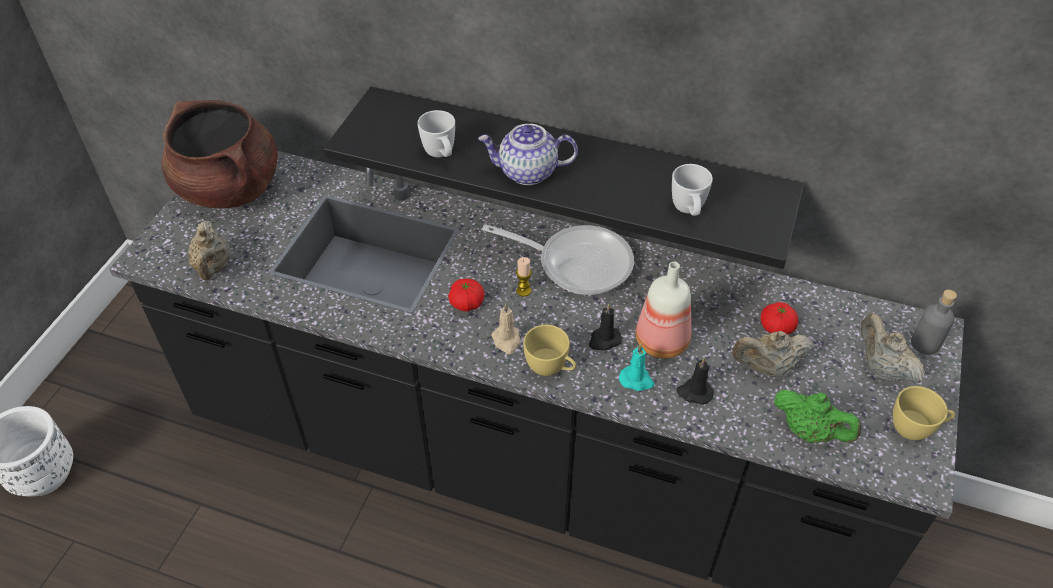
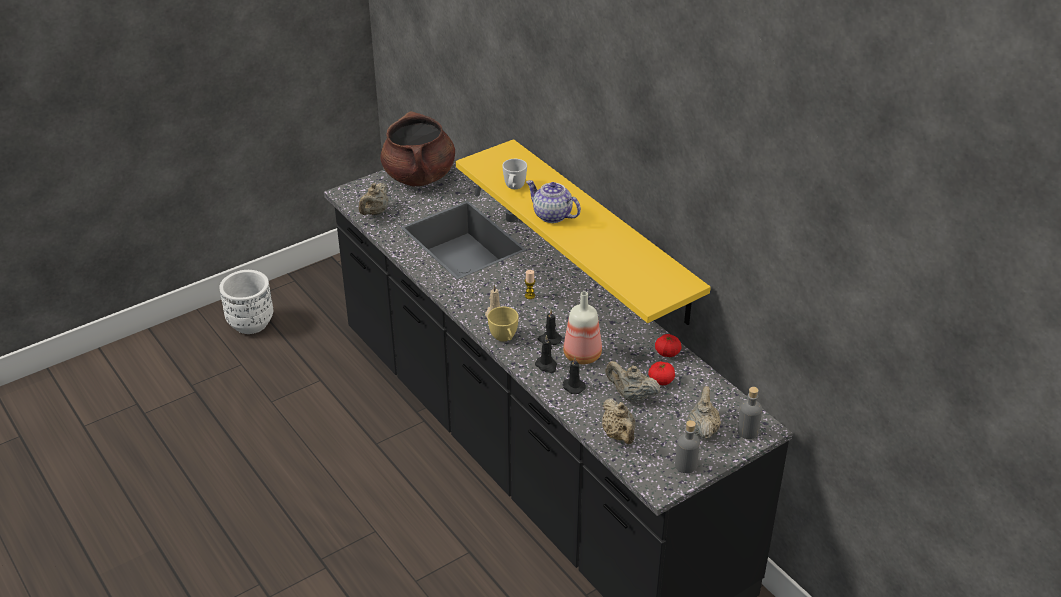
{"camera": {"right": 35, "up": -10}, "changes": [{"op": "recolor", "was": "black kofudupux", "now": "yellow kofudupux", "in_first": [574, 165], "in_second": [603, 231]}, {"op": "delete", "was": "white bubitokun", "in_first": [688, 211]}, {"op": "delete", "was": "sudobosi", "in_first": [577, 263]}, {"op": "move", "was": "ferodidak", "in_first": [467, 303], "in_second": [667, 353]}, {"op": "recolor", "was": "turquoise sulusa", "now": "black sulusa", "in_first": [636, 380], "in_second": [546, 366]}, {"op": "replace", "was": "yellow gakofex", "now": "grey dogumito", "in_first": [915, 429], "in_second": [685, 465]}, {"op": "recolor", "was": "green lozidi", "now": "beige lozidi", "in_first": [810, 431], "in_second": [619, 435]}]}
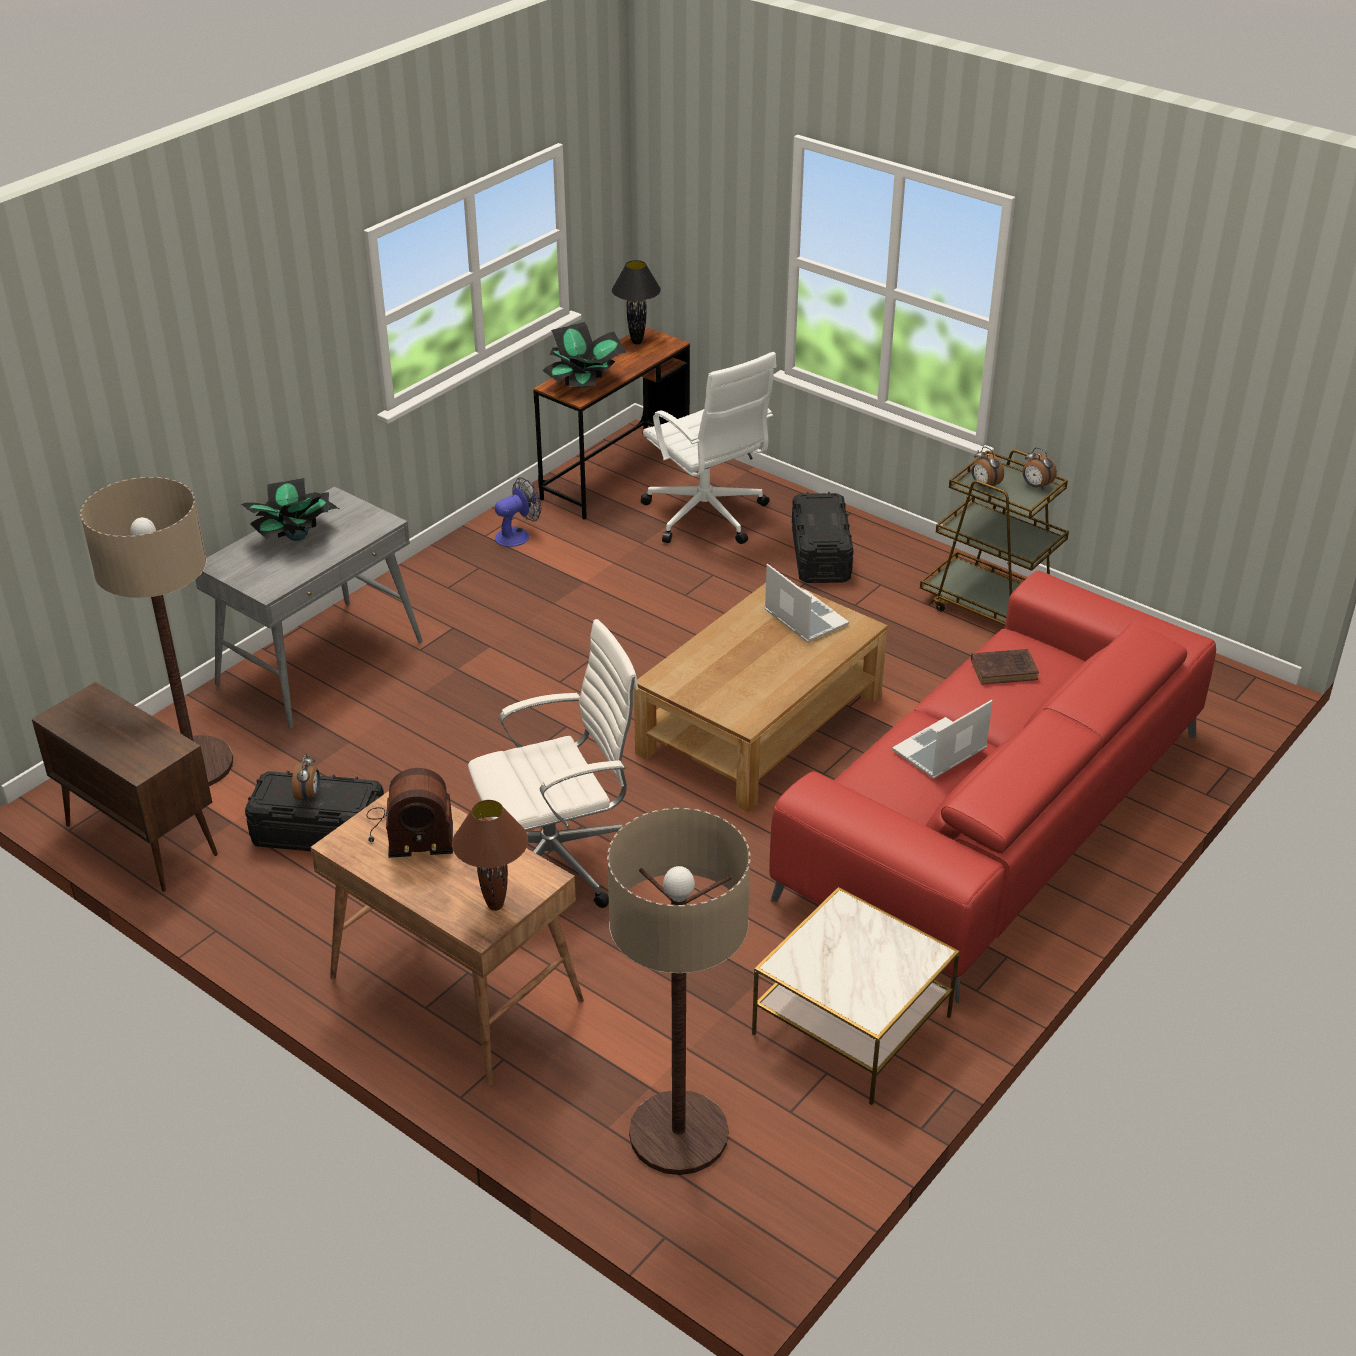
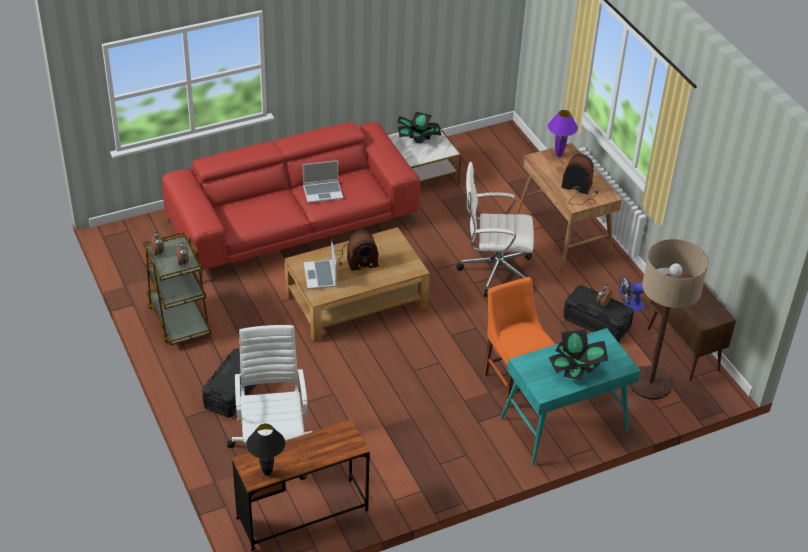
{"camera": {"right": -155, "up": 5}, "changes": [{"op": "move", "was": "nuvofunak", "in_first": [584, 384], "in_second": [418, 140]}, {"op": "move", "was": "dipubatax", "in_first": [517, 535], "in_second": [629, 305]}, {"op": "recolor", "was": "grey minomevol", "now": "turquoise minomevol", "in_first": [320, 662], "in_second": [563, 425]}, {"op": "delete", "was": "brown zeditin", "in_first": [1005, 670]}, {"op": "recolor", "was": "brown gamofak", "now": "purple gamofak", "in_first": [496, 905], "in_second": [558, 155]}, {"op": "delete", "was": "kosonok", "in_first": [678, 1133]}, {"op": "insert", "now": "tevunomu", "in_second": [355, 259]}, {"op": "insert", "now": "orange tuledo", "in_second": [514, 381]}]}
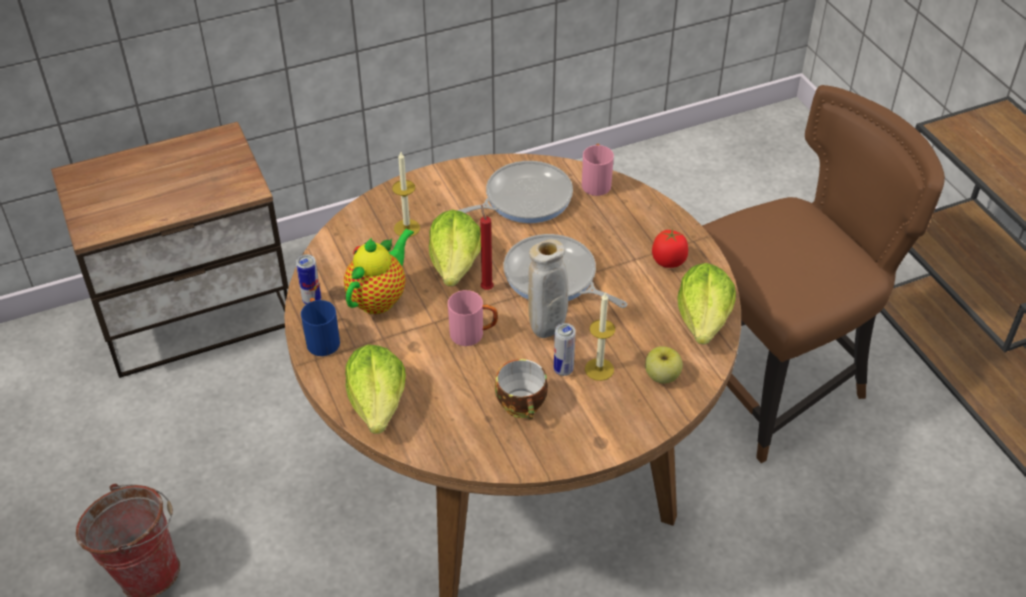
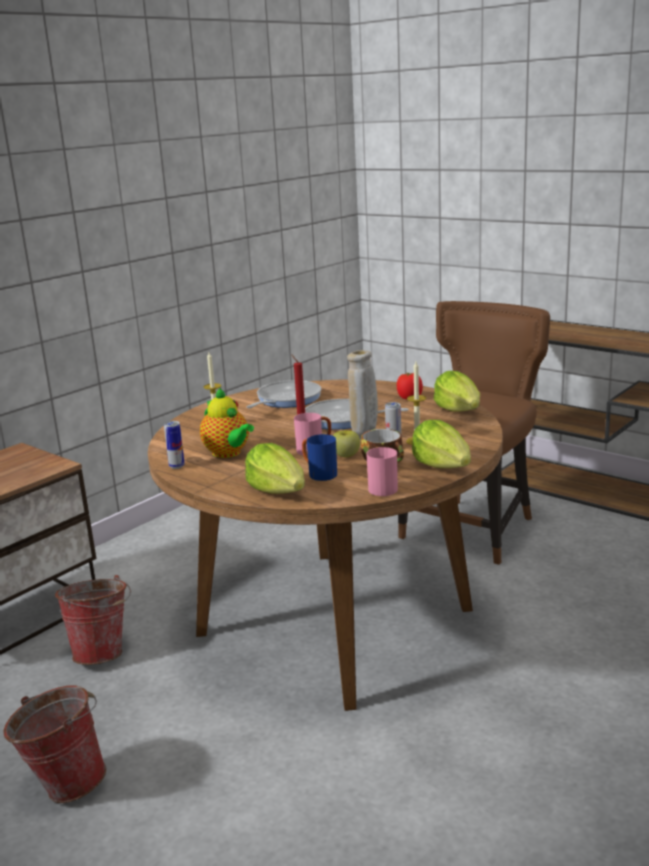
{"camera": {"right": -25, "up": -25}, "changes": [{"op": "move", "was": "pink bubitokun", "in_first": [596, 182], "in_second": [380, 488]}, {"op": "move", "was": "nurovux", "in_first": [456, 265], "in_second": [443, 466]}, {"op": "rotate", "was": "lozidi", "in_first": [380, 298], "in_second": [228, 453], "clockwise": 135}, {"op": "move", "was": "blue bubitokun", "in_first": [321, 339], "in_second": [318, 474]}, {"op": "move", "was": "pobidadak", "in_first": [662, 376], "in_second": [346, 455]}, {"op": "insert", "now": "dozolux", "in_second": [103, 652]}]}
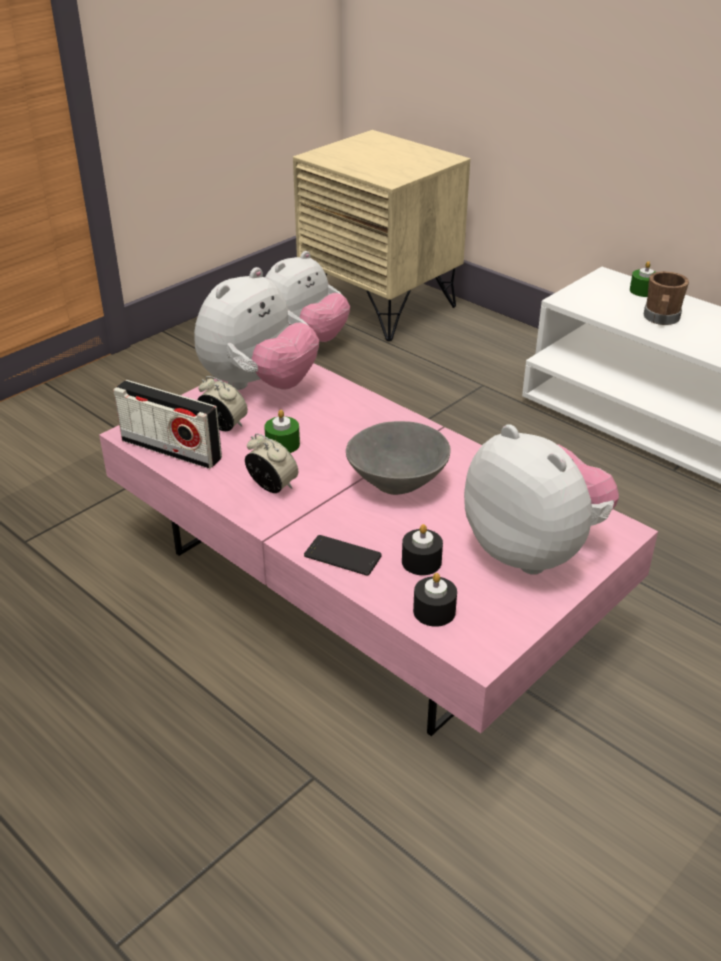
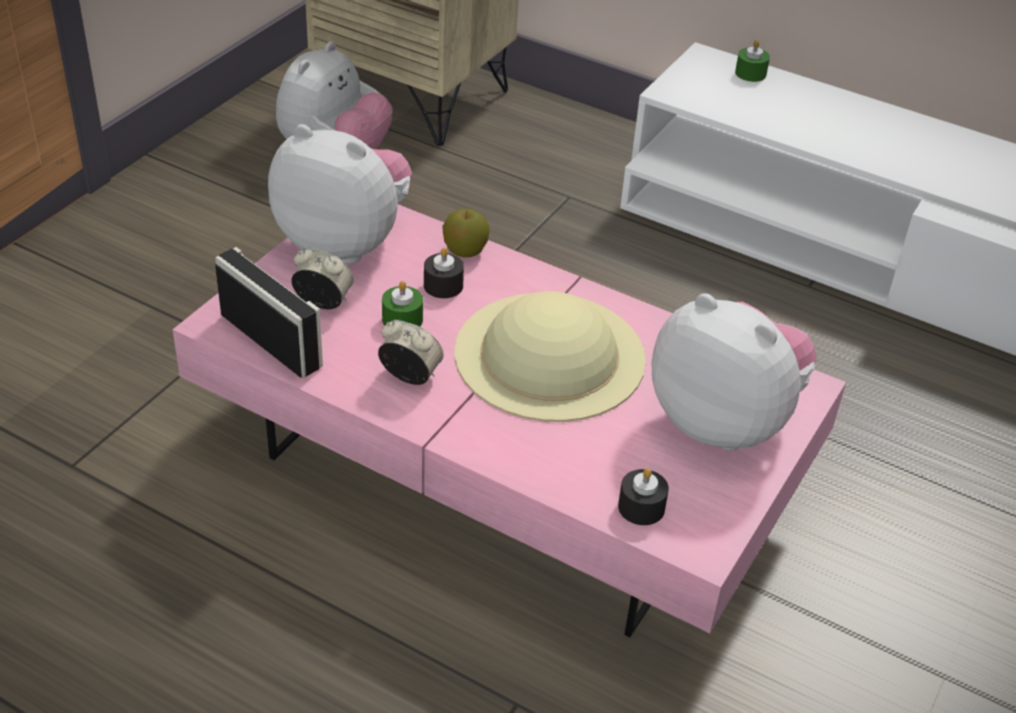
{"camera": {"right": -15, "up": 5}, "changes": [{"op": "rotate", "was": "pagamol", "in_first": [258, 385], "in_second": [345, 242], "clockwise": -90}, {"op": "delete", "was": "brown bubitokun", "in_first": [661, 319]}, {"op": "rotate", "was": "tevunomu", "in_first": [171, 449], "in_second": [271, 340], "clockwise": -150}, {"op": "replace", "was": "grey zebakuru", "now": "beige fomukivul", "in_first": [396, 483], "in_second": [550, 355]}, {"op": "move", "was": "black sulusa", "in_first": [421, 562], "in_second": [443, 285]}, {"op": "delete", "was": "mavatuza", "in_first": [342, 556]}, {"op": "insert", "now": "pobidadak", "in_second": [465, 251]}]}
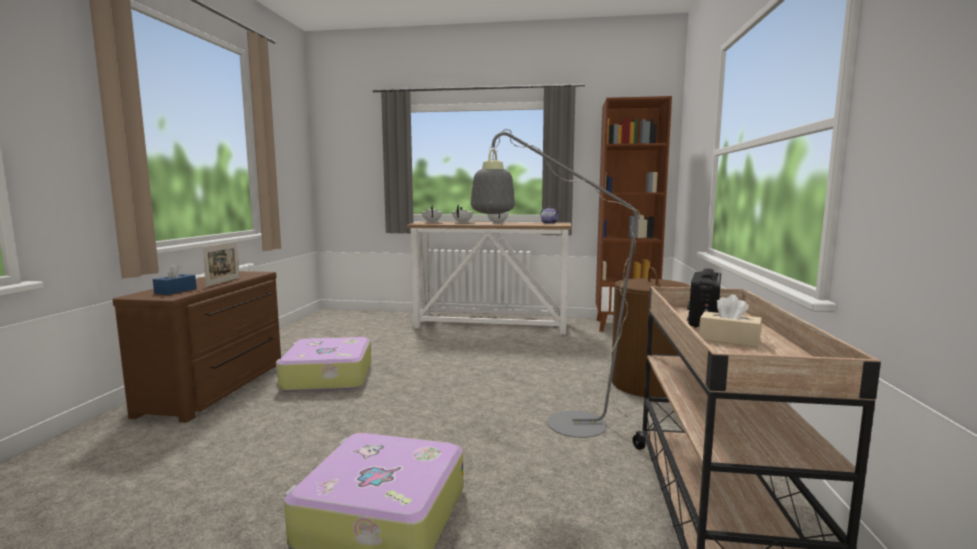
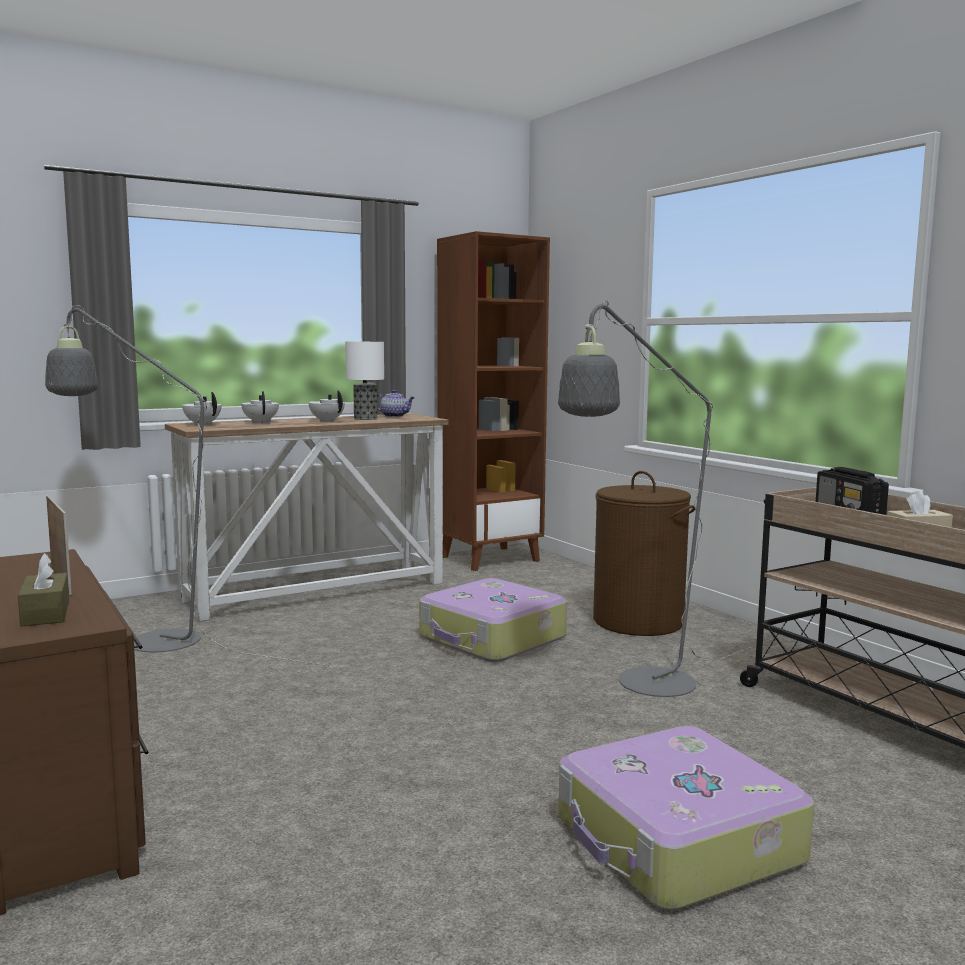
{"camera": {"right": -40, "up": 0}, "changes": [{"op": "recolor", "was": "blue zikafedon", "now": "brown zikafedon", "in_first": [175, 291], "in_second": [45, 613]}, {"op": "move", "was": "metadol", "in_first": [326, 377], "in_second": [492, 638]}, {"op": "insert", "now": "grey kosonok", "in_second": [149, 638]}, {"op": "insert", "now": "gamofak", "in_second": [365, 419]}]}
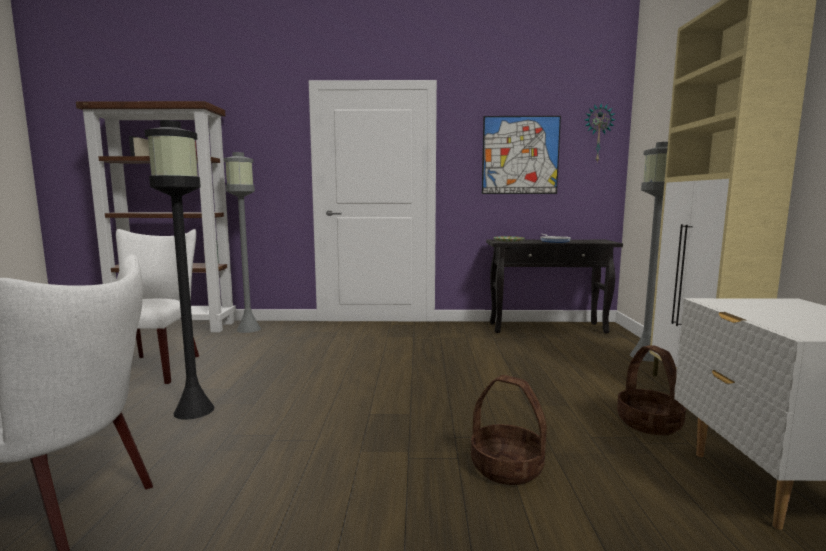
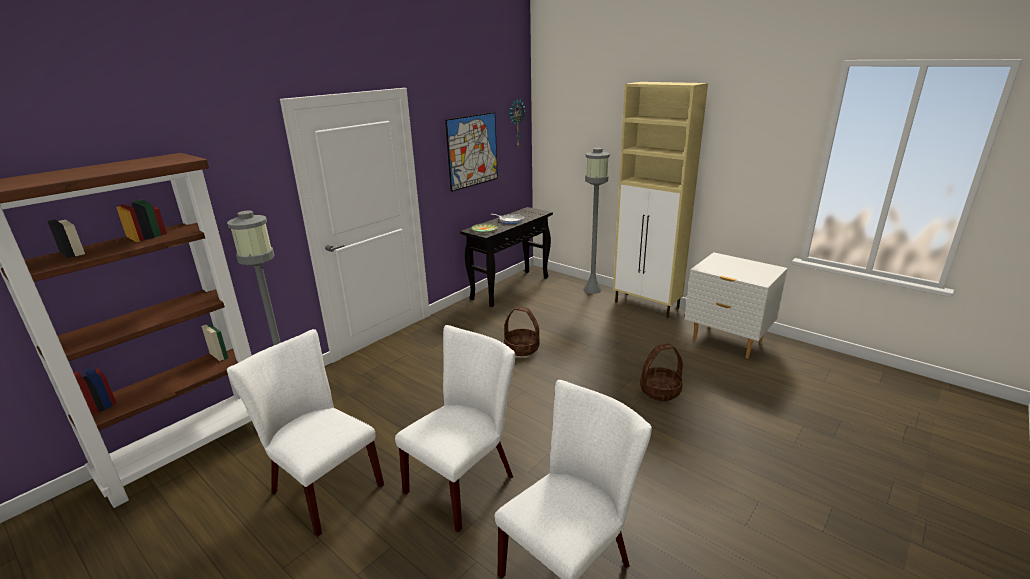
{"camera": {"right": -50, "up": 15}, "changes": [{"op": "replace", "was": "black kosonok", "now": "white tuledo", "in_first": [194, 411], "in_second": [465, 481]}, {"op": "move", "was": "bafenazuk", "in_first": [649, 423], "in_second": [522, 348]}]}
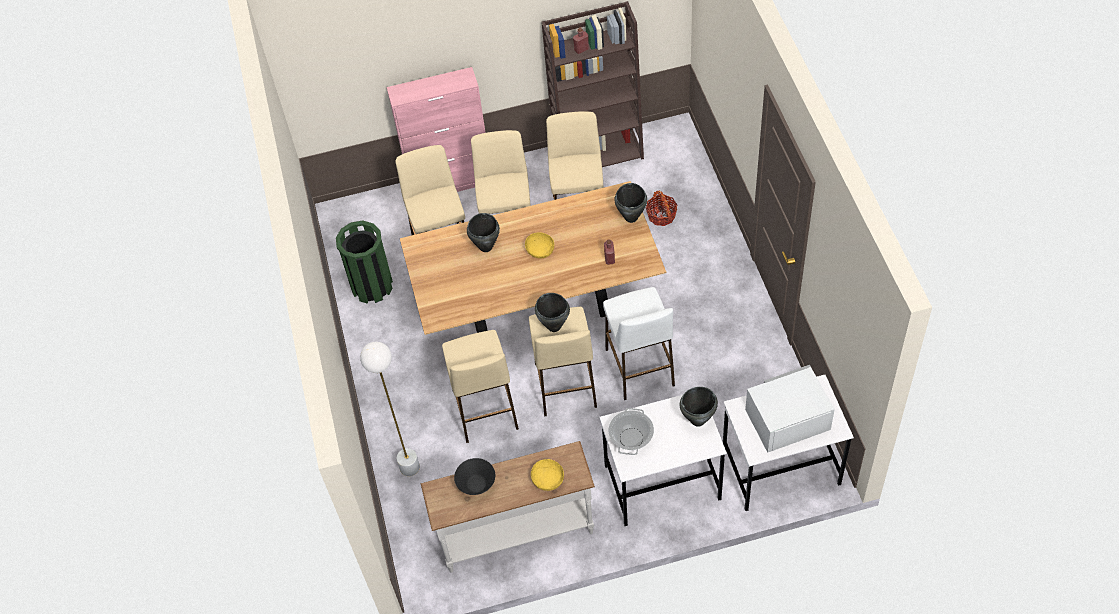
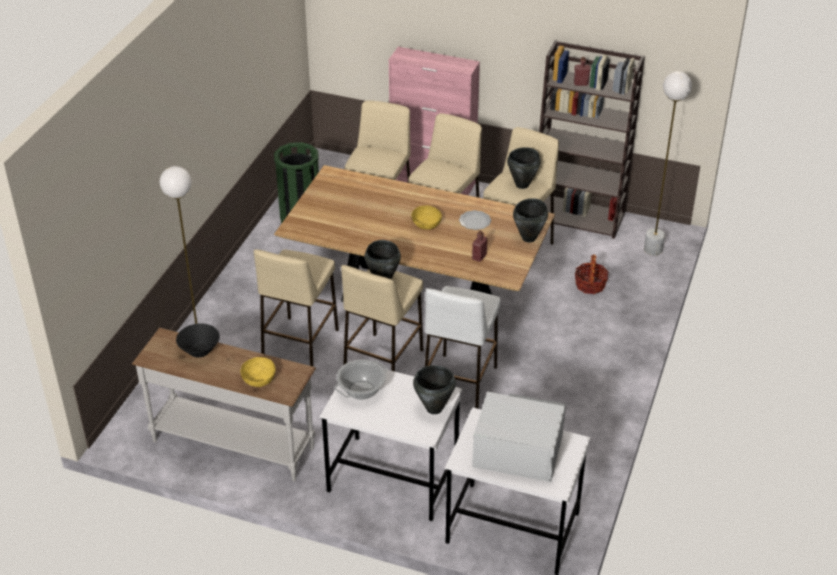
{"camera": {"right": 30, "up": -15}, "changes": [{"op": "move", "was": "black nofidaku", "in_first": [485, 247], "in_second": [522, 185]}, {"op": "insert", "now": "white kosonok", "in_second": [653, 249]}, {"op": "insert", "now": "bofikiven", "in_second": [474, 221]}]}
